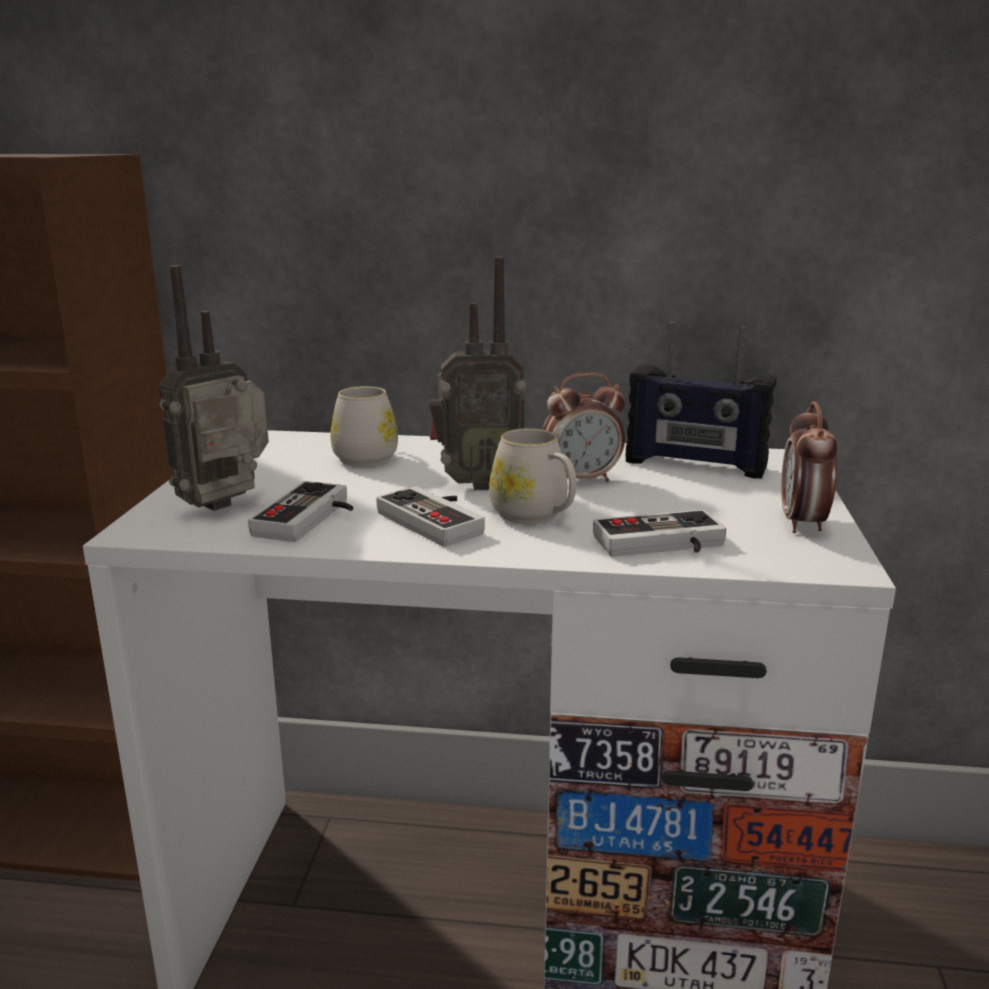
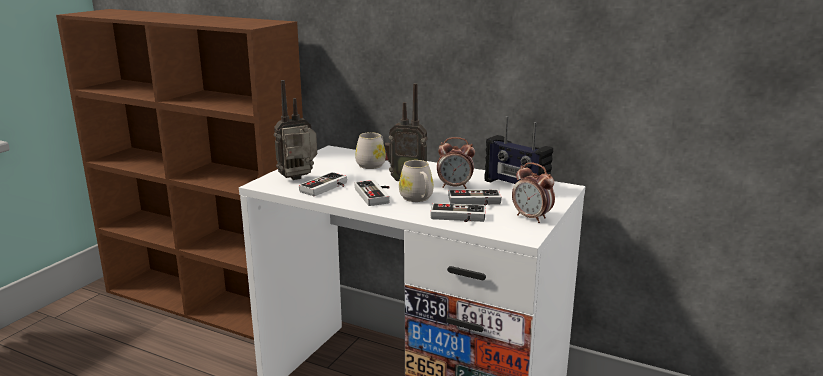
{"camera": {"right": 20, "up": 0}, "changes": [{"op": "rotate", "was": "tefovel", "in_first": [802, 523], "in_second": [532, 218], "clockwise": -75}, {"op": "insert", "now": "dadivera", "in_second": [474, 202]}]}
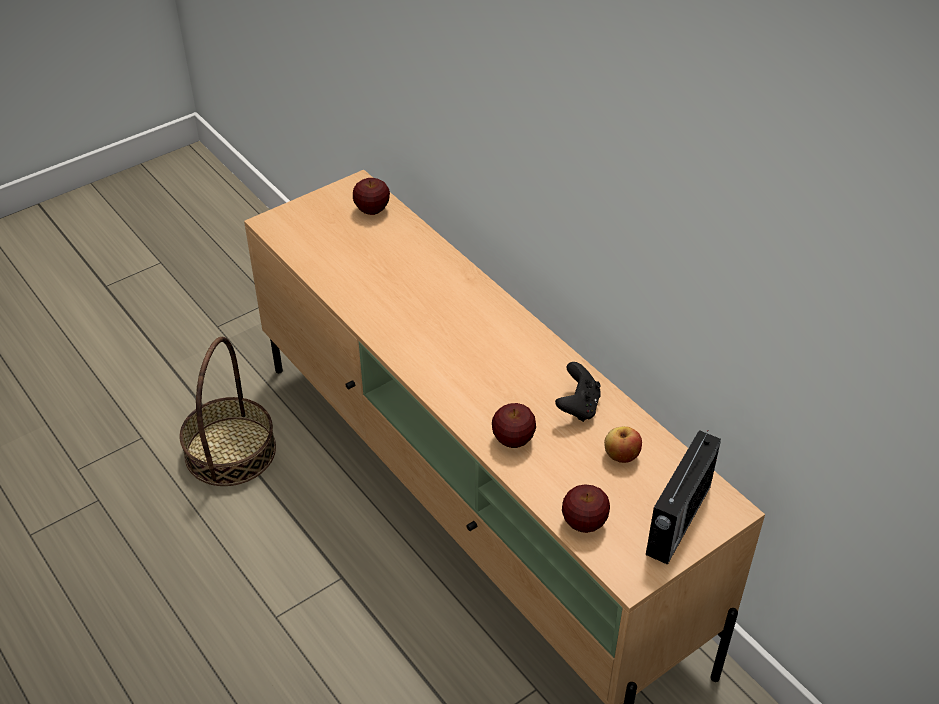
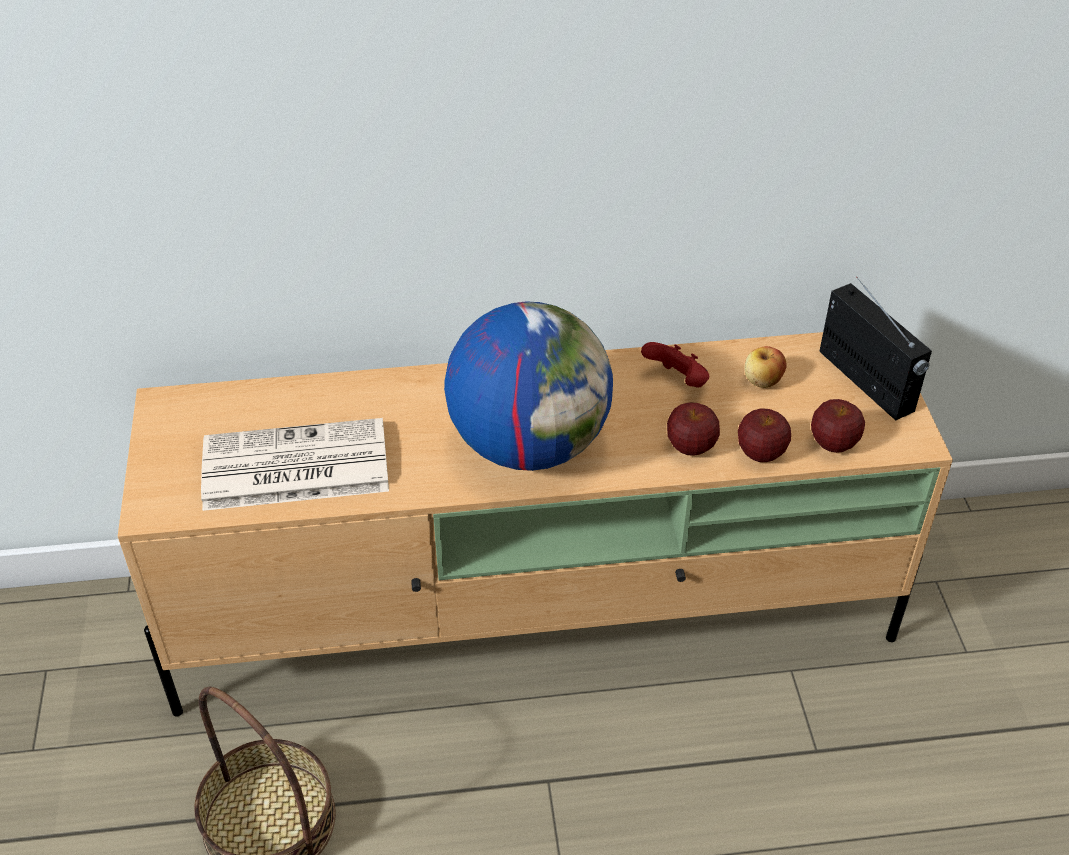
{"camera": {"right": -60, "up": 0}, "changes": [{"op": "move", "was": "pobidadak", "in_first": [372, 209], "in_second": [760, 453]}, {"op": "recolor", "was": "black dadivera", "now": "red dadivera", "in_first": [578, 407], "in_second": [677, 382]}, {"op": "insert", "now": "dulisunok", "in_second": [529, 444]}, {"op": "insert", "now": "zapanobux", "in_second": [293, 467]}]}
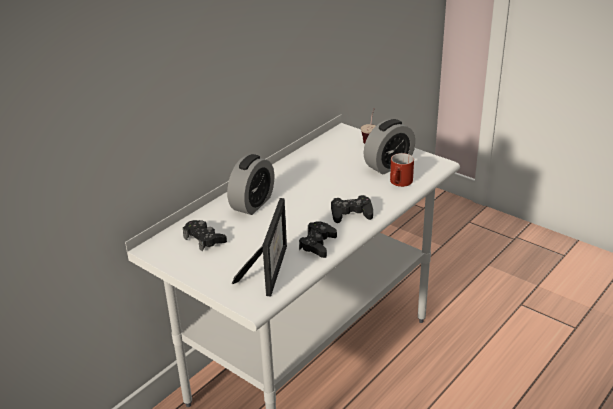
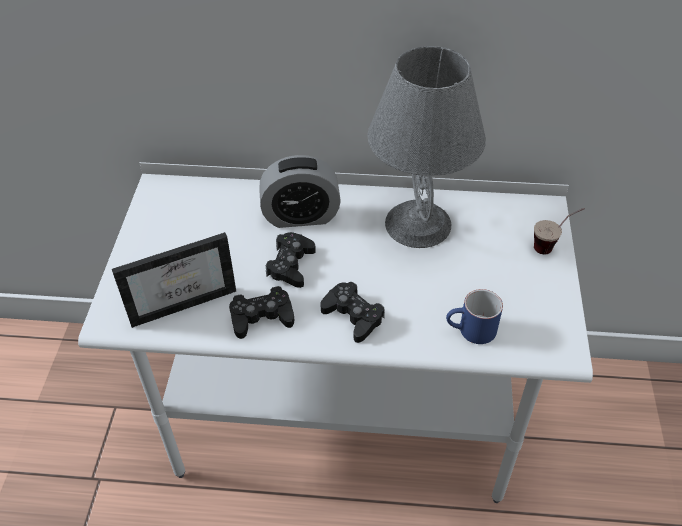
{"camera": {"right": 55, "up": 15}, "changes": [{"op": "delete", "was": "tefovel", "in_first": [388, 165]}, {"op": "recolor", "was": "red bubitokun", "now": "blue bubitokun", "in_first": [400, 183], "in_second": [470, 331]}, {"op": "move", "was": "black dadivera", "in_first": [204, 239], "in_second": [291, 265]}, {"op": "insert", "now": "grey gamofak", "in_second": [417, 223]}]}
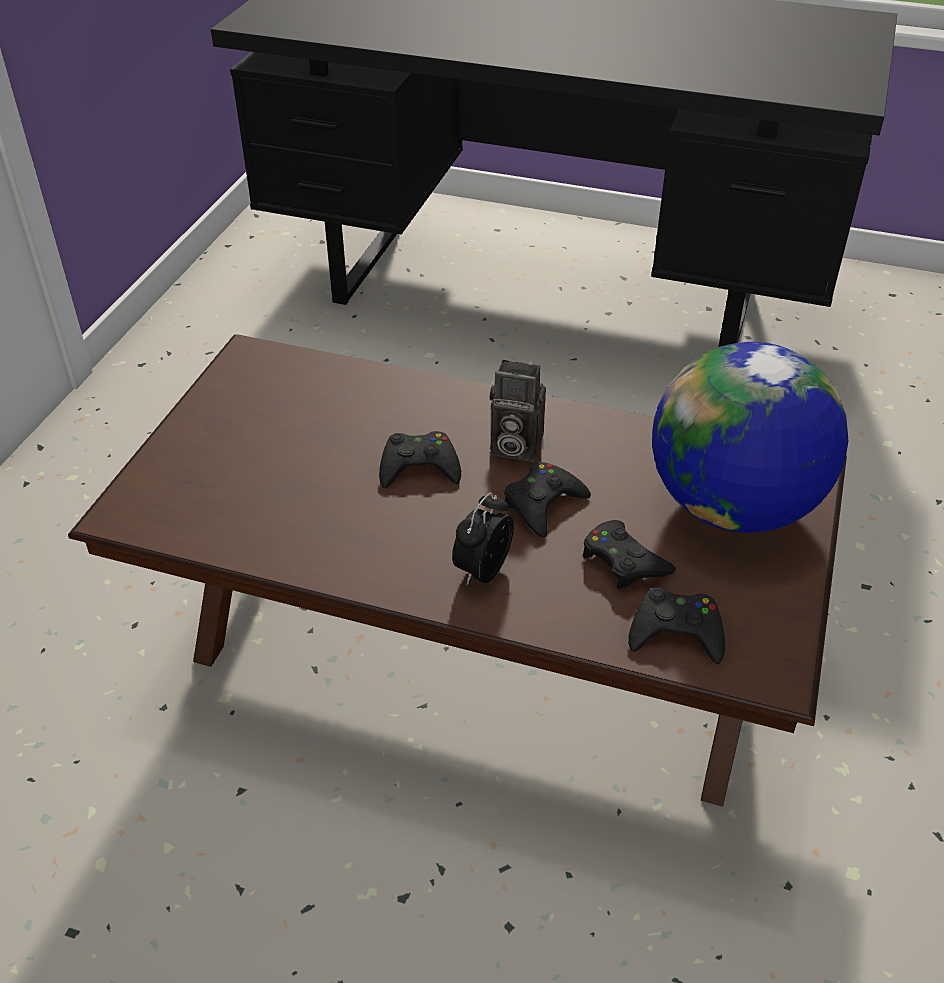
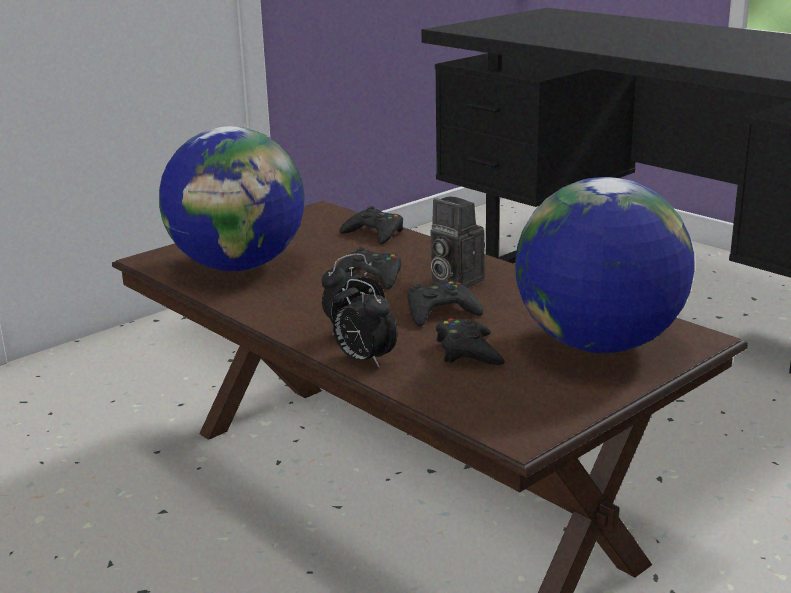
{"camera": {"right": 30, "up": -20}, "changes": [{"op": "move", "was": "black dadivera", "in_first": [676, 632], "in_second": [374, 233]}, {"op": "insert", "now": "dulisunok", "in_second": [239, 266]}, {"op": "insert", "now": "tefovel", "in_second": [364, 360]}]}
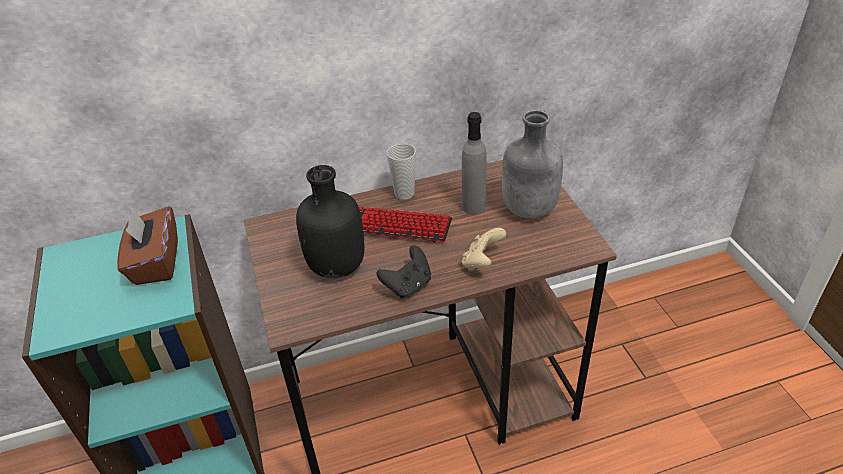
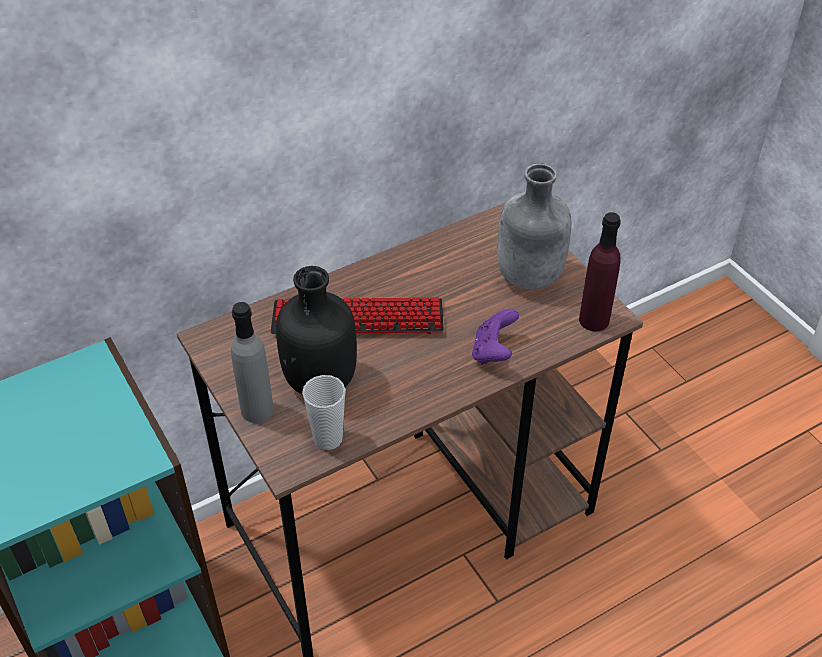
{"camera": {"right": -15, "up": 5}, "changes": [{"op": "move", "was": "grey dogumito", "in_first": [473, 206], "in_second": [257, 410]}, {"op": "move", "was": "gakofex", "in_first": [404, 194], "in_second": [328, 439]}, {"op": "delete", "was": "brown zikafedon", "in_first": [155, 263]}, {"op": "recolor", "was": "beige dadivera", "now": "purple dadivera", "in_first": [482, 262], "in_second": [493, 352]}, {"op": "delete", "was": "black dadivera", "in_first": [408, 285]}, {"op": "insert", "now": "purple dogumito", "in_second": [594, 320]}]}
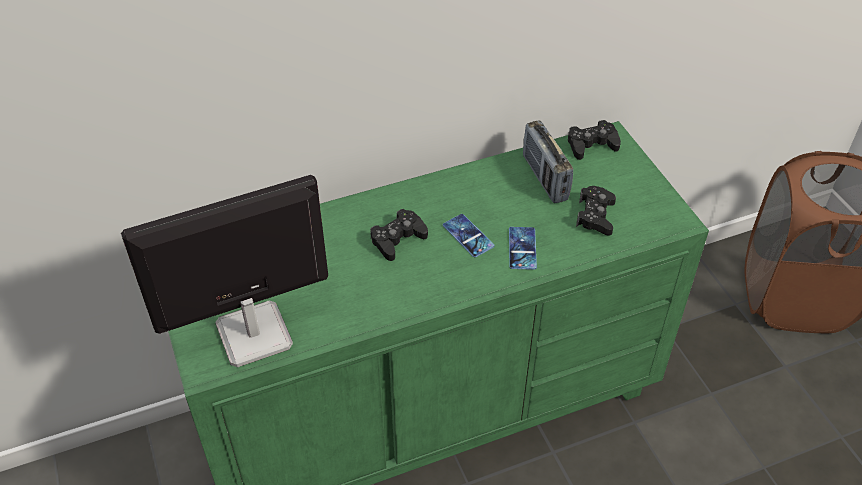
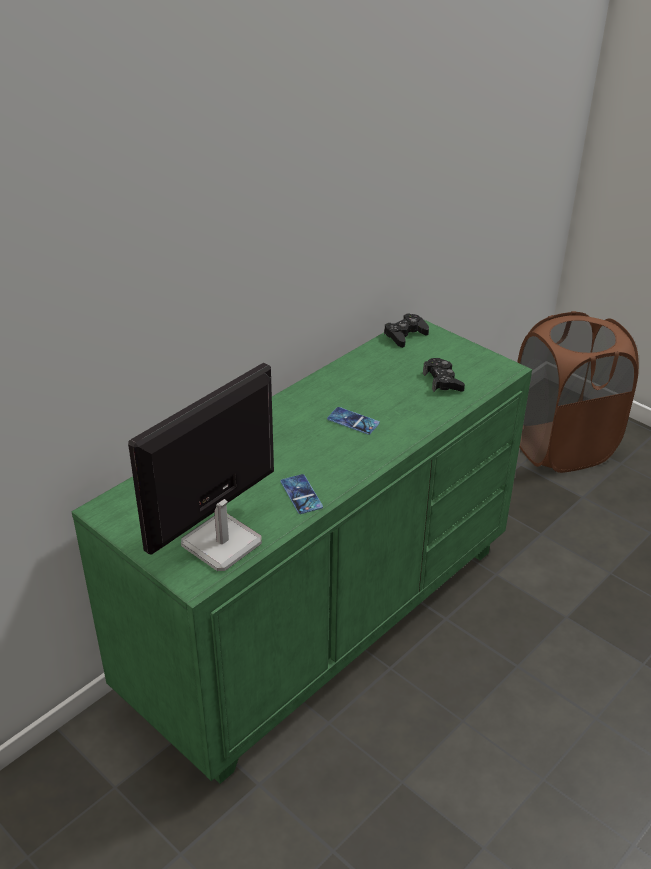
{"camera": {"right": -25, "up": -10}, "changes": [{"op": "delete", "was": "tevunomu", "in_first": [544, 178]}, {"op": "delete", "was": "black dadivera", "in_first": [398, 239]}, {"op": "move", "was": "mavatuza", "in_first": [522, 248], "in_second": [301, 494]}]}
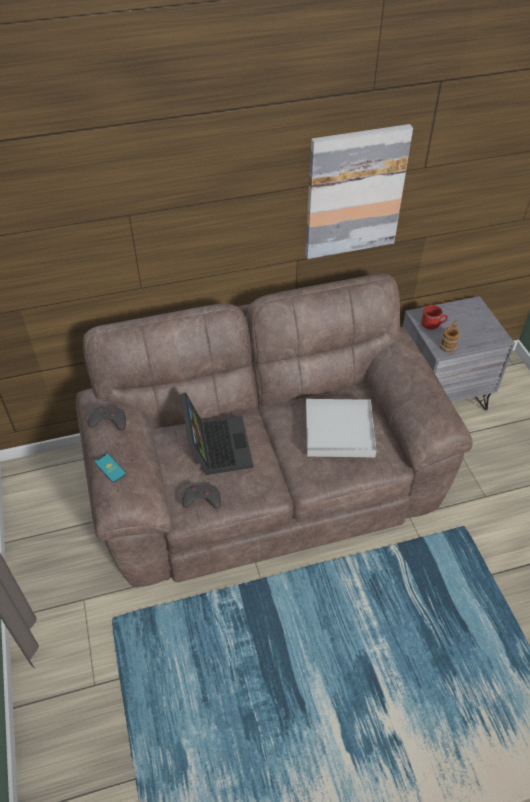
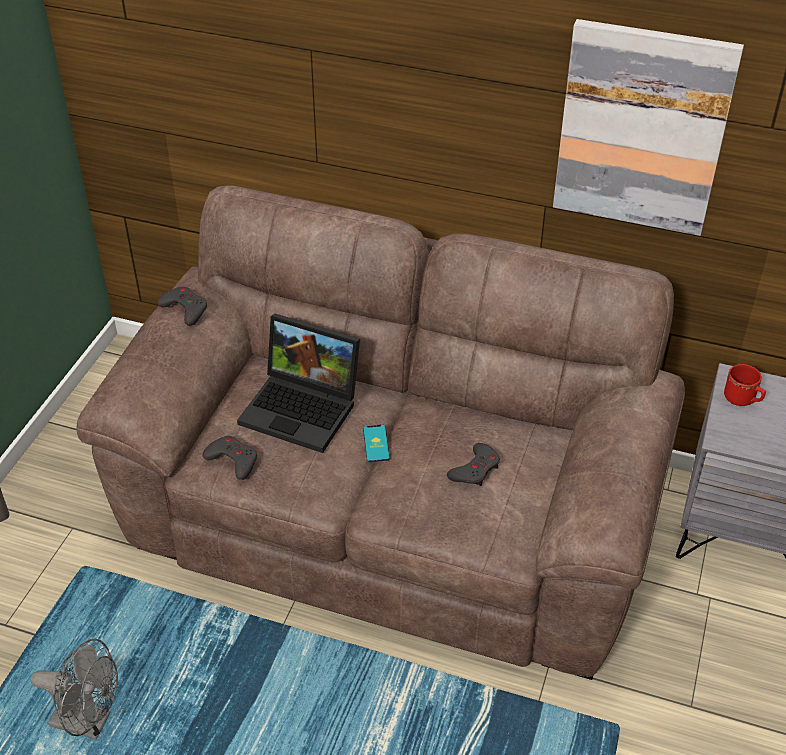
{"camera": {"right": 35, "up": -5}, "changes": [{"op": "delete", "was": "bubitokun", "in_first": [448, 344]}, {"op": "rotate", "was": "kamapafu", "in_first": [216, 445], "in_second": [304, 408], "clockwise": 90}, {"op": "replace", "was": "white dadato", "now": "grey dadivera", "in_first": [339, 430], "in_second": [475, 469]}, {"op": "move", "was": "mavatuza", "in_first": [110, 468], "in_second": [376, 443]}, {"op": "insert", "now": "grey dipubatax", "in_second": [89, 722]}]}
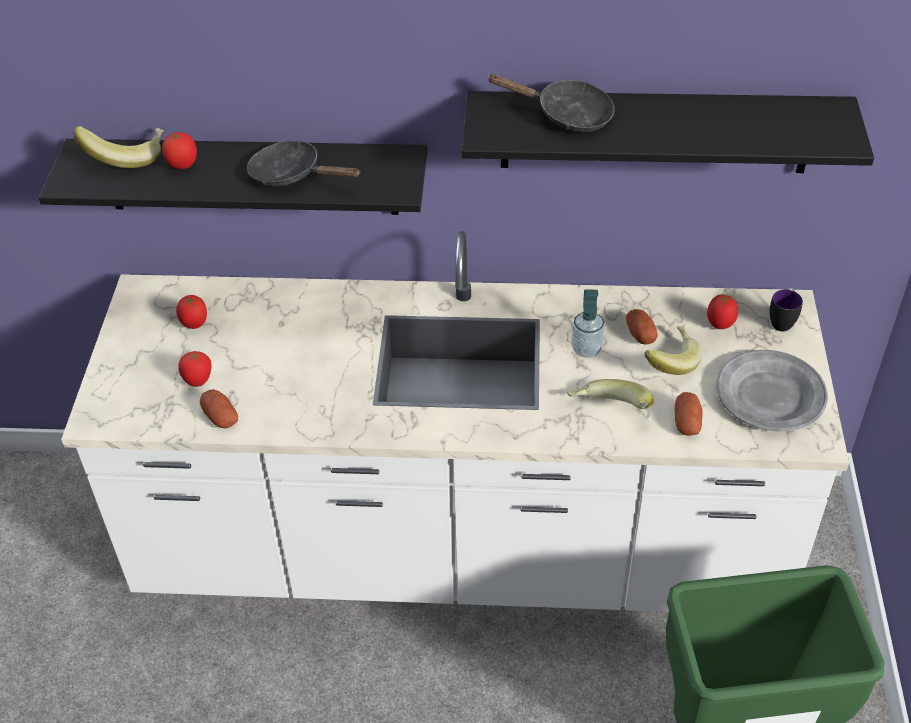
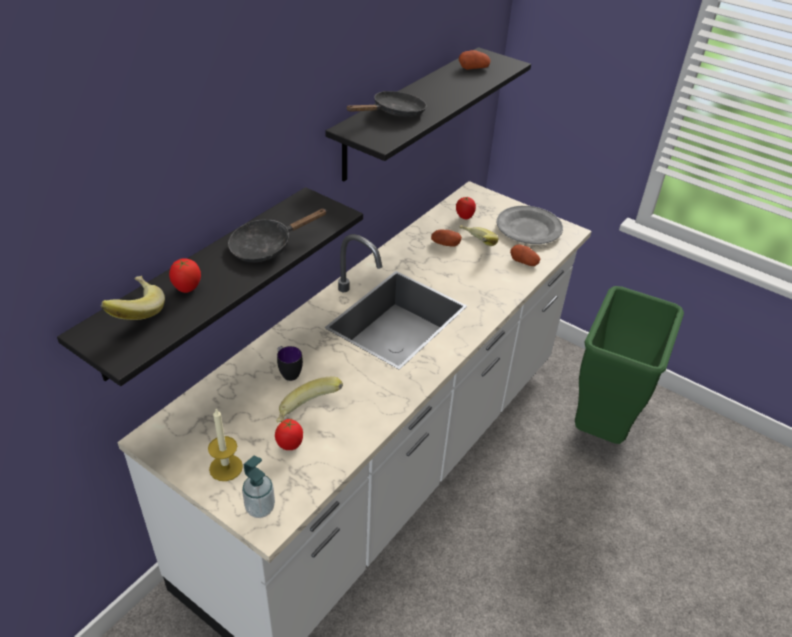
{"camera": {"right": -60, "up": -5}, "changes": [{"op": "move", "was": "bubitokun", "in_first": [782, 321], "in_second": [288, 372]}, {"op": "move", "was": "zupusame", "in_first": [586, 349], "in_second": [260, 508]}, {"op": "delete", "was": "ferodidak", "in_first": [194, 324]}, {"op": "move", "was": "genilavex", "in_first": [608, 412], "in_second": [308, 413]}, {"op": "move", "was": "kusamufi", "in_first": [221, 417], "in_second": [473, 68]}, {"op": "insert", "now": "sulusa", "in_second": [226, 467]}]}
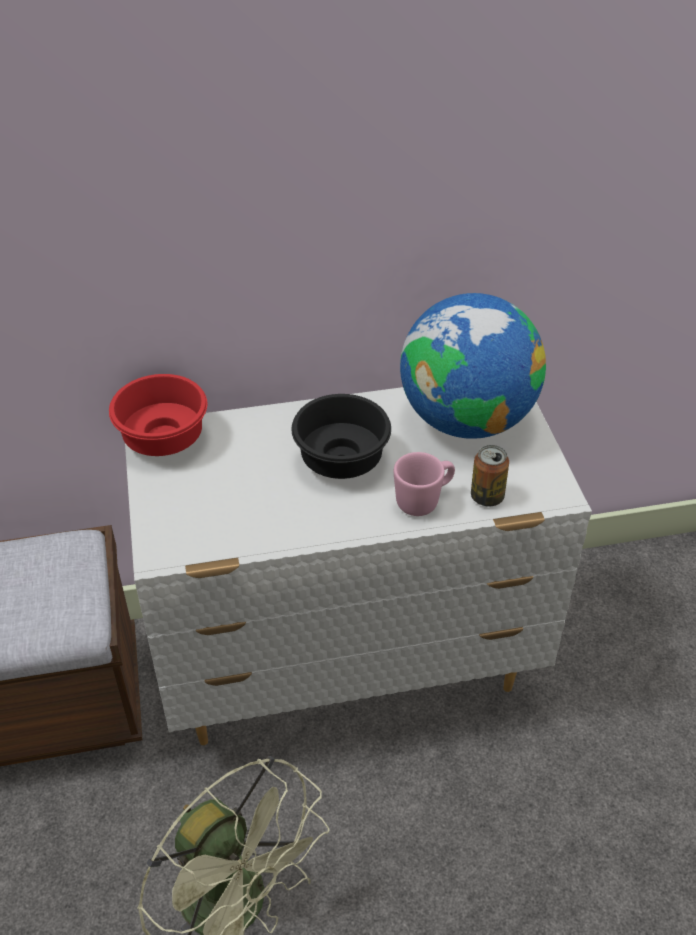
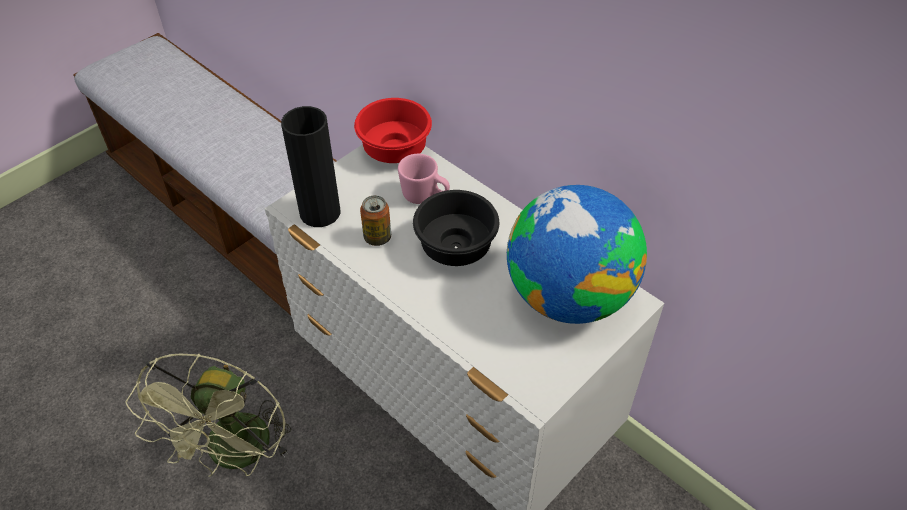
{"camera": {"right": 55, "up": 5}, "changes": [{"op": "move", "was": "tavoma", "in_first": [487, 497], "in_second": [377, 237]}, {"op": "move", "was": "pink bubitokun", "in_first": [424, 501], "in_second": [425, 196]}, {"op": "insert", "now": "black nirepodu", "in_second": [320, 212]}]}
